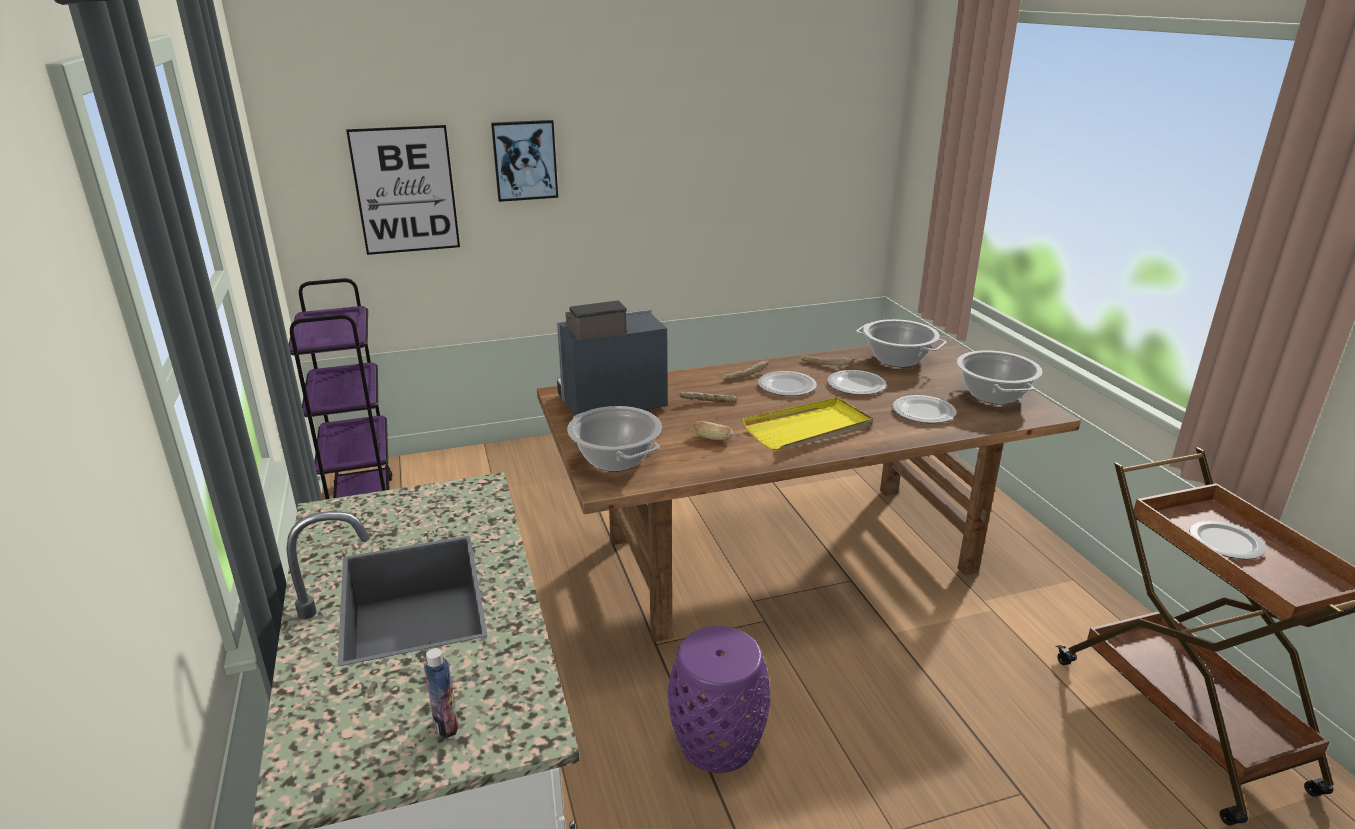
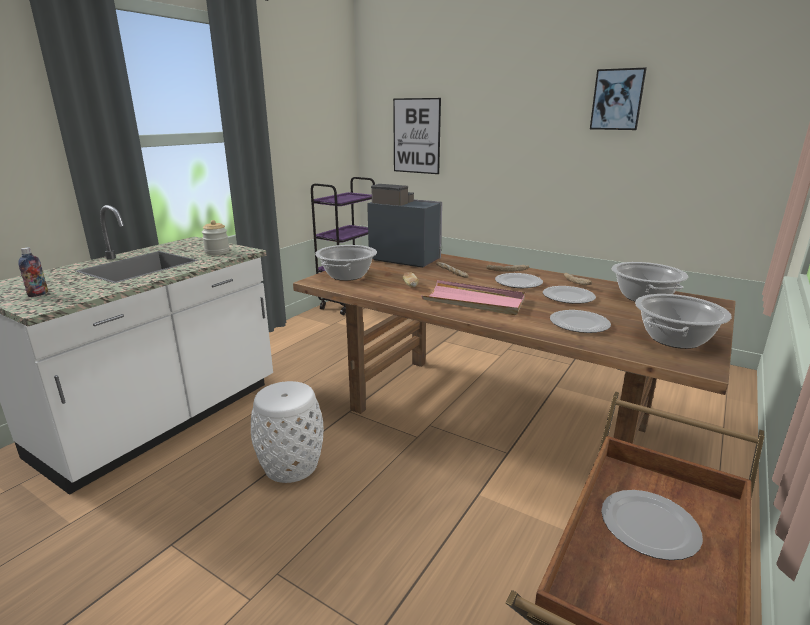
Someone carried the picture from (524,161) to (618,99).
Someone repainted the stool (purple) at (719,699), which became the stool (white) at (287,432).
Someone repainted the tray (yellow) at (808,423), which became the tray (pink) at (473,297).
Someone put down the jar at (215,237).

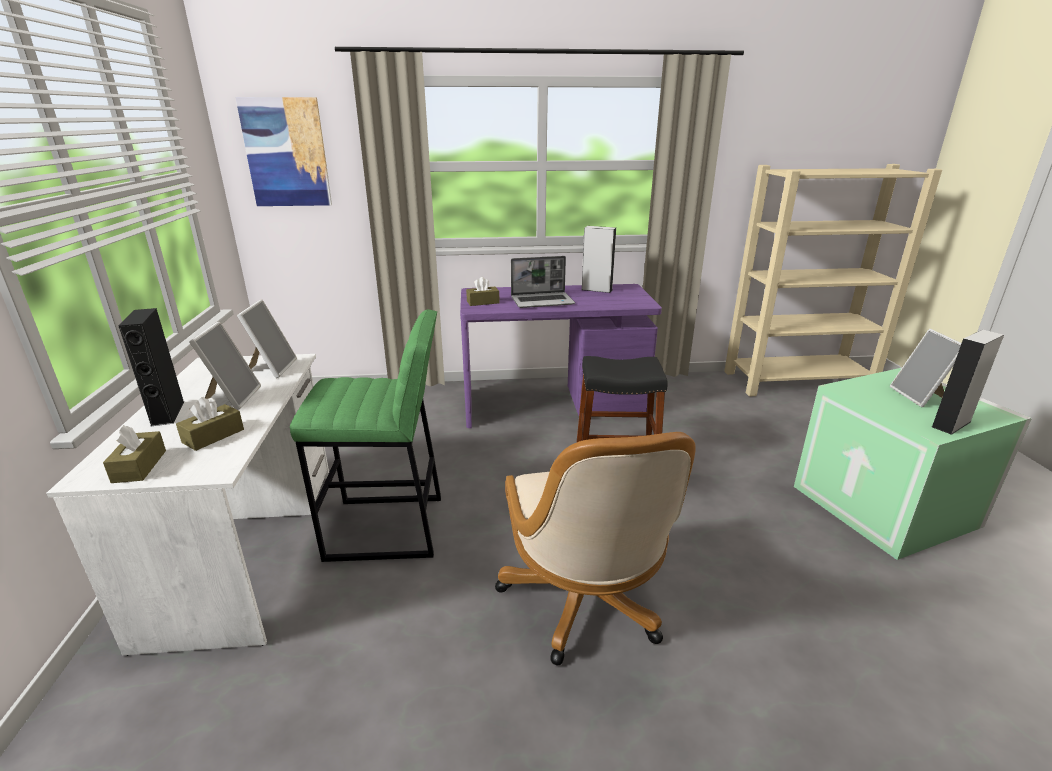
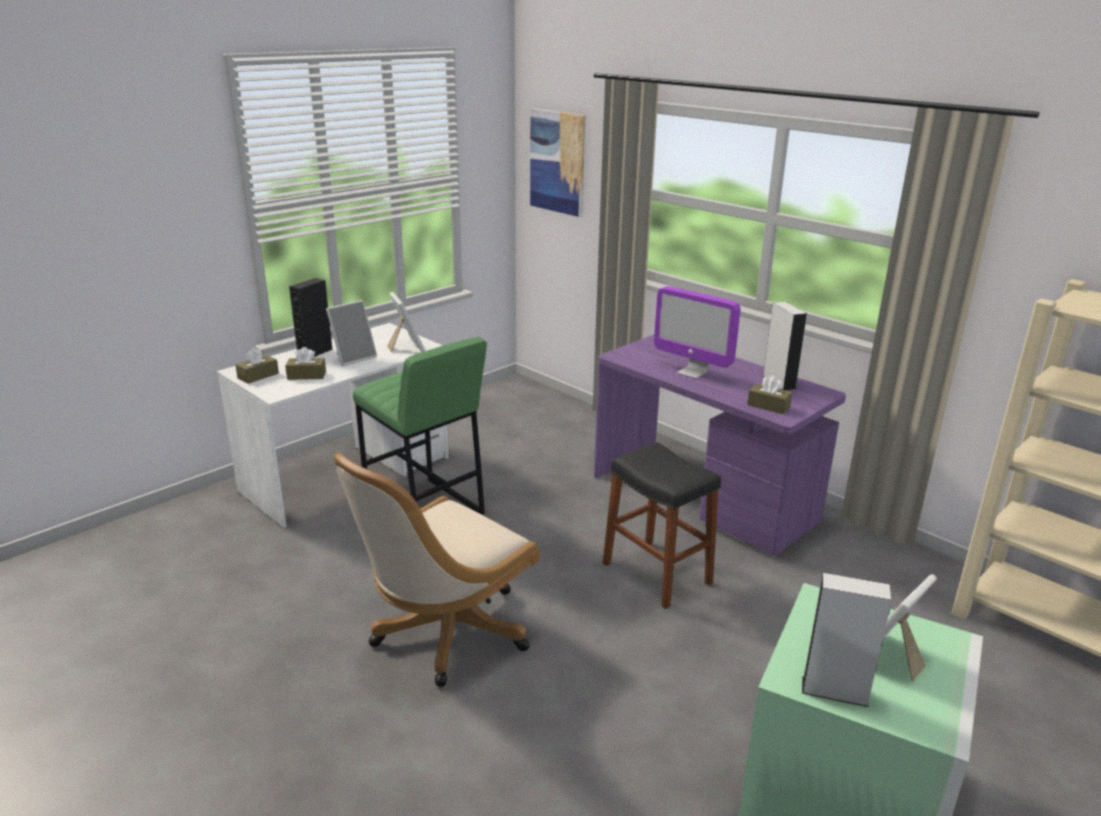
Someone rotated the picture frame at (267,339) by 75 degrees counterclockwise.
Someone carried the tissue box (brown) from (482,291) to (769,395).
Someone swapped the laptop at (543,282) for the monitor at (697,332).

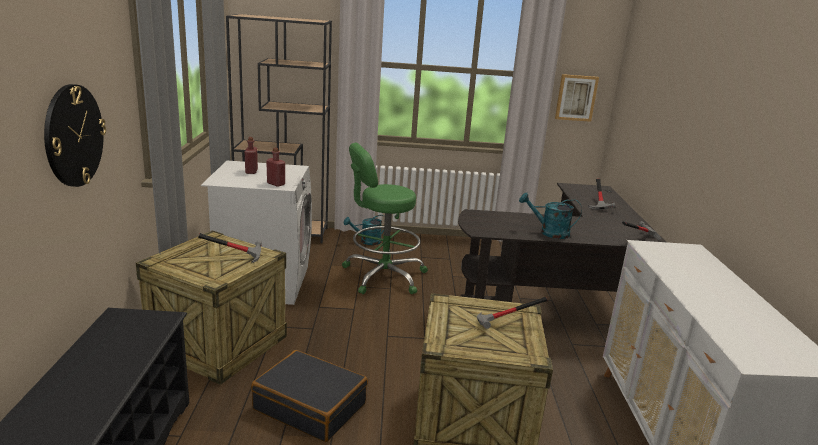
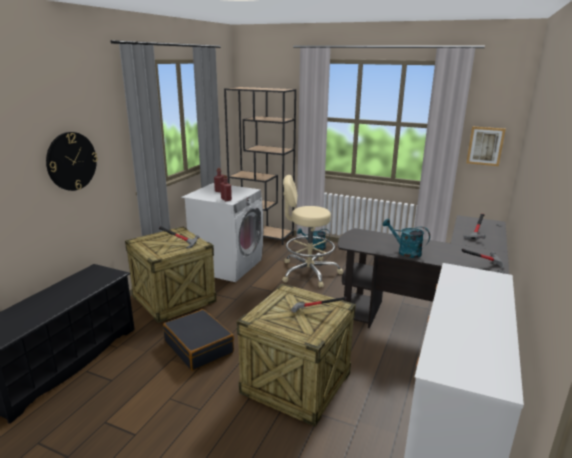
Someone repainted the stool (green) at (385,218), which became the stool (beige) at (312,231).

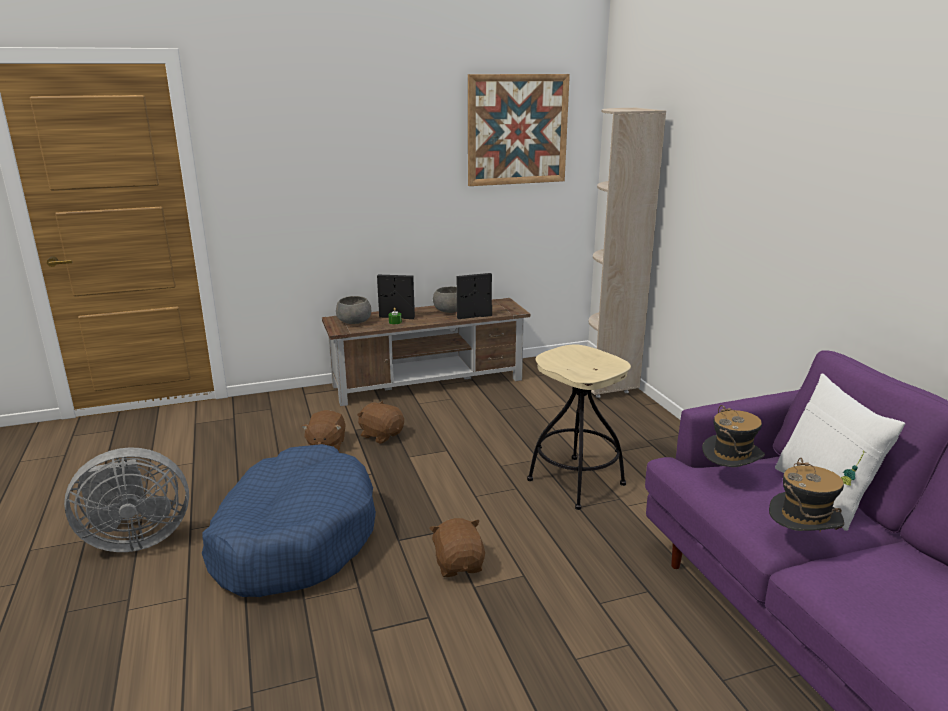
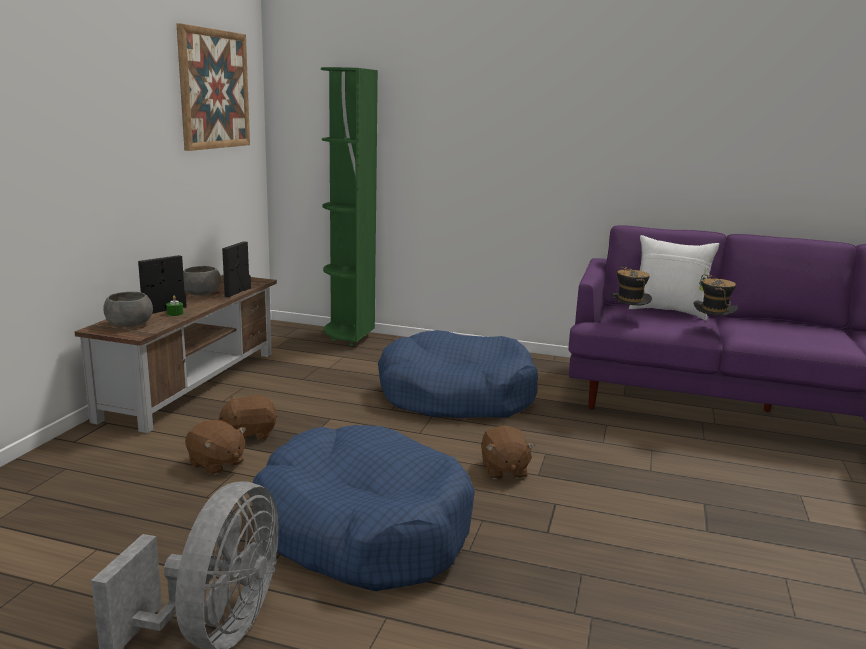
Someone rotated the plush toy (brown) at (457,547) by 120 degrees counterclockwise.
Someone swapped the stool (beige) at (579,427) for the dog bed (blue) at (458,374).
Someone repainted the bookcase (beige) at (627,253), which became the bookcase (green) at (349,206).

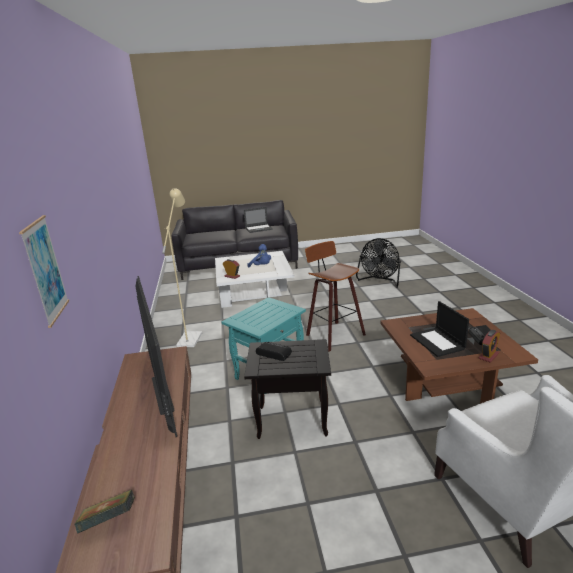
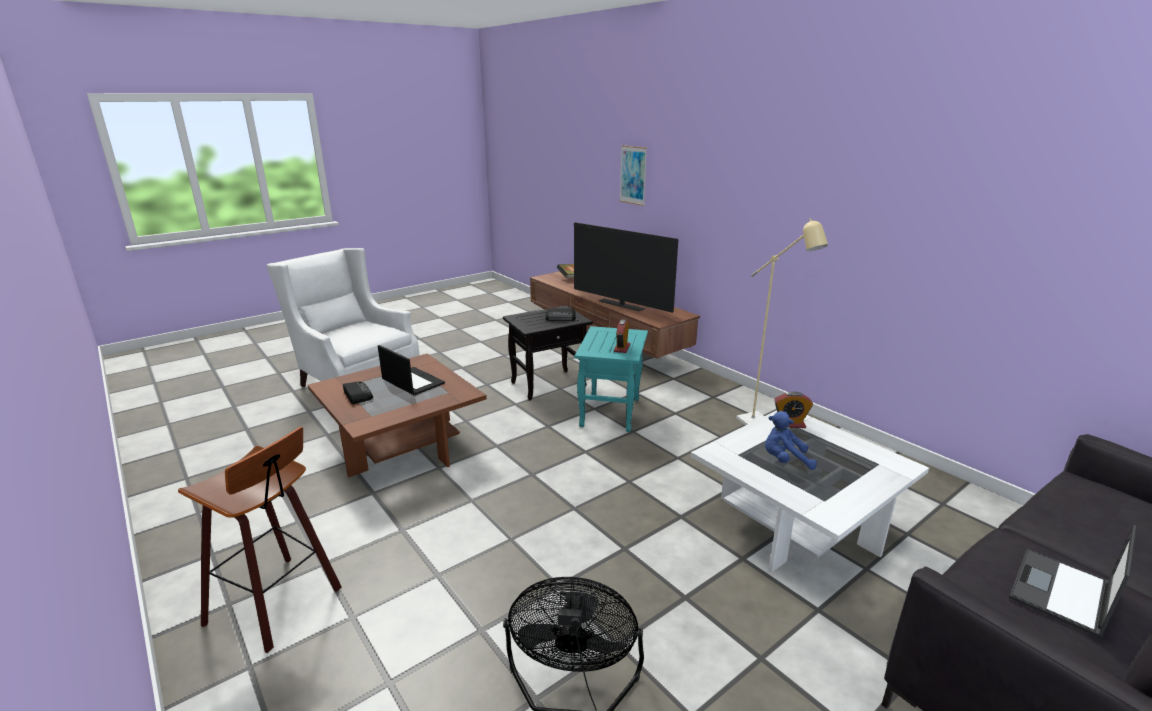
Someone carried the stool from (335,296) to (259,540).
Someone carried the alarm clock from (489,346) to (622,336).

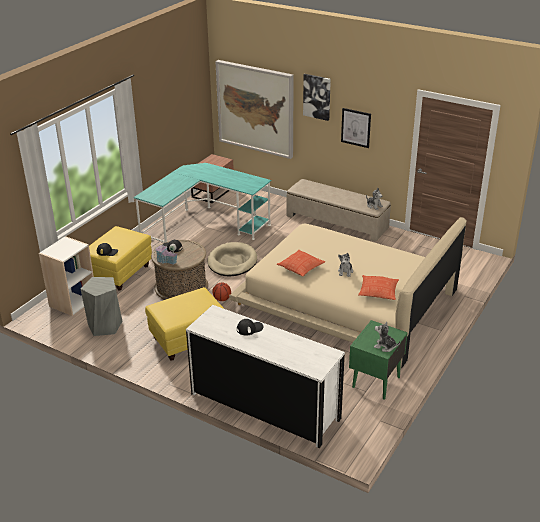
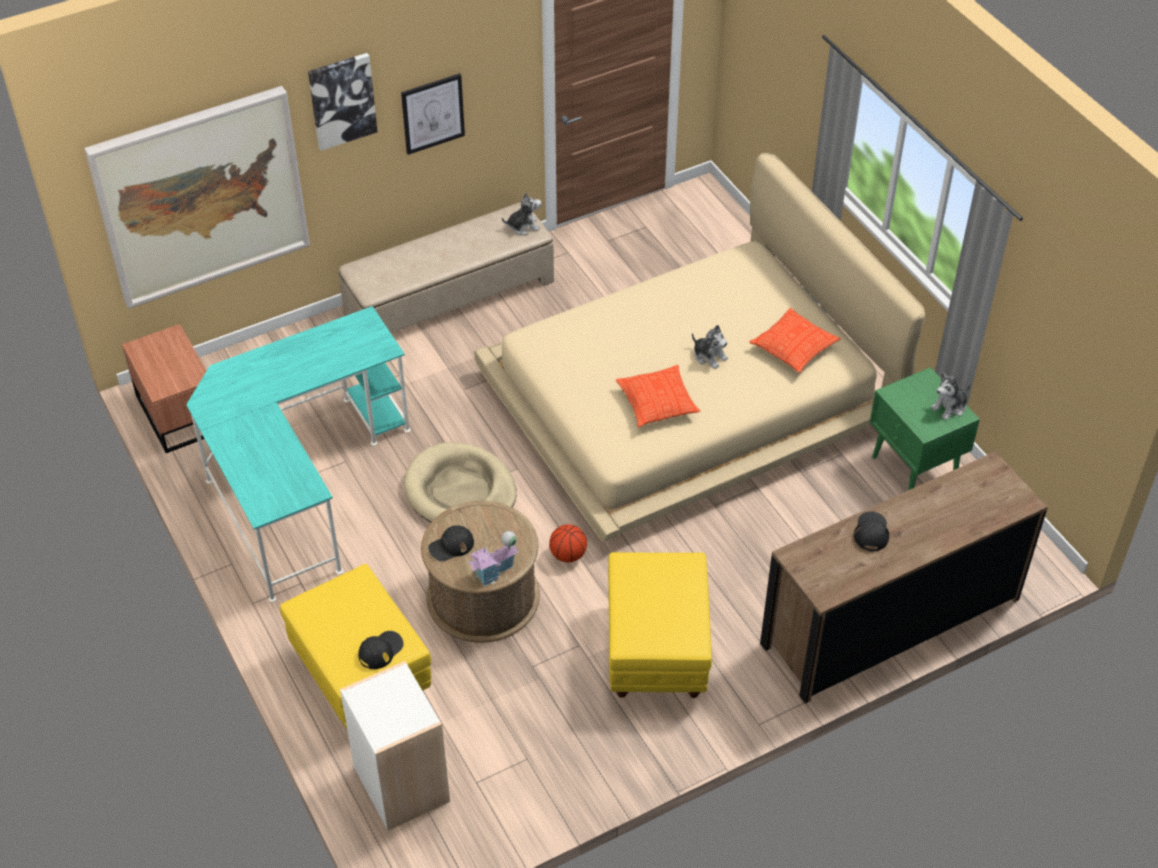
Someone took away the stool (grey) at (101,306).
Someone repainted the dresser (white) at (265,376), which became the dresser (brown) at (904,577).

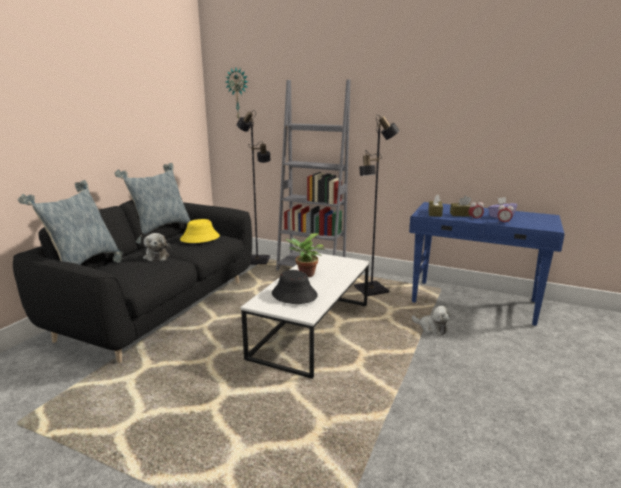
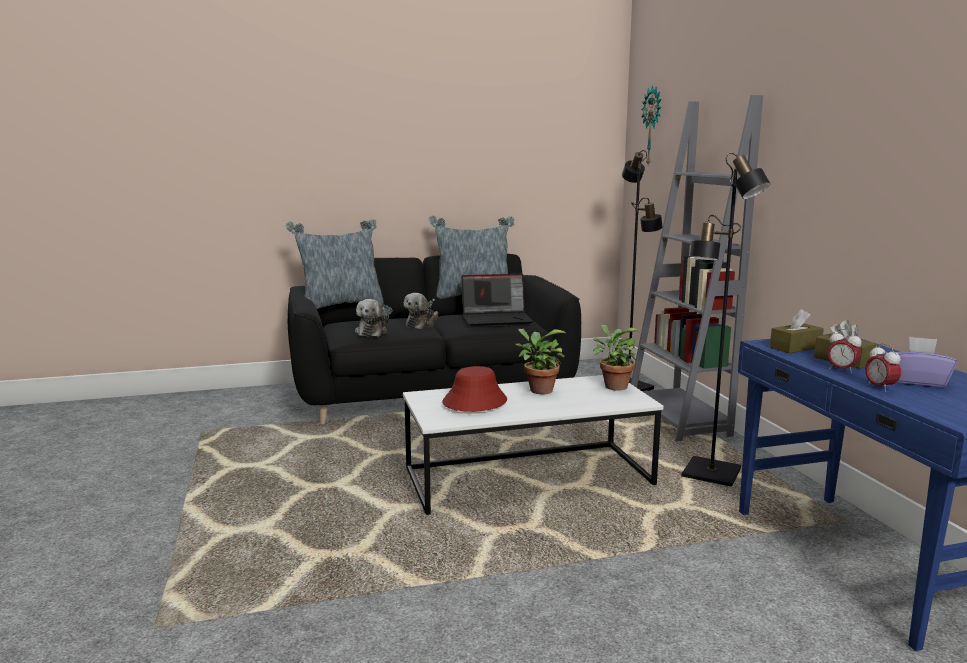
Someone swapped the hat (yellow) at (200,231) for the laptop at (497,300).
Someone repainted the hat (black) at (295,287), which became the hat (red) at (475,389).
Someone carried the plush toy from (431,321) to (372,318).
Someone put down the potted plant at (616,357).

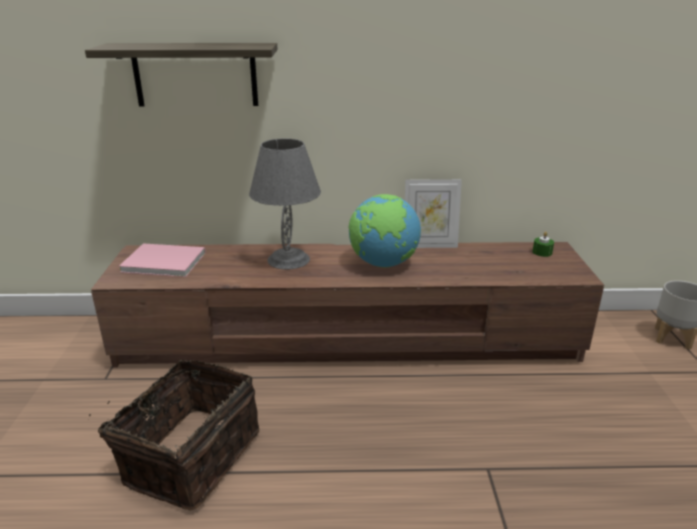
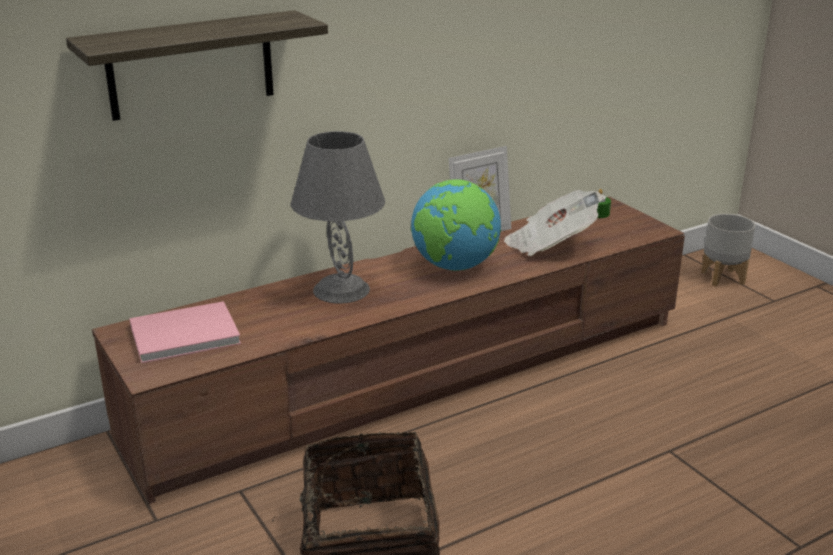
Someone put down the newspaper at (554,223).

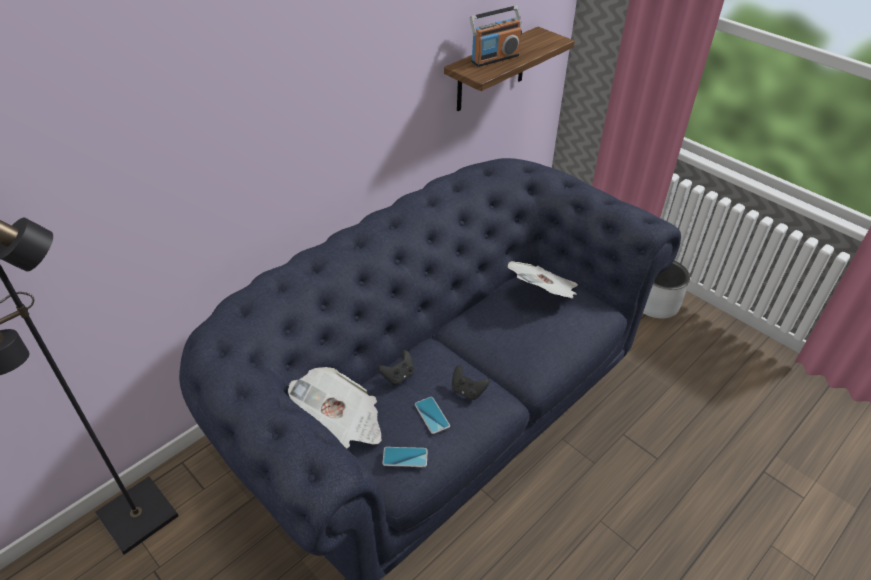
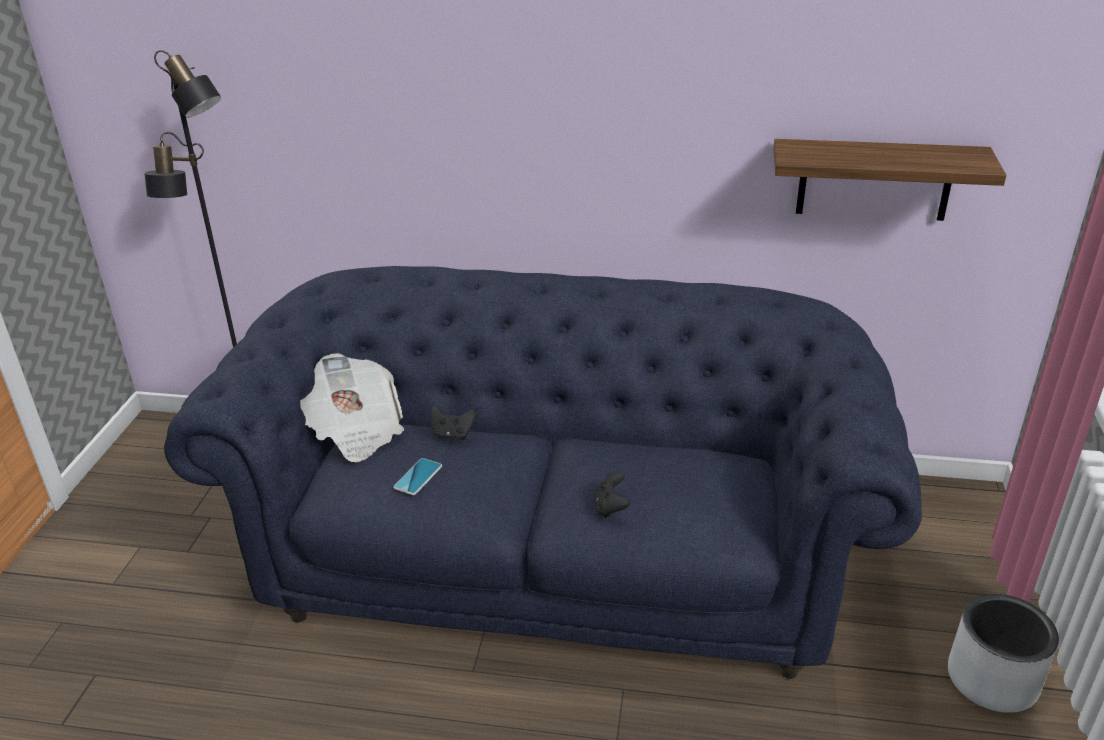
Someone took away the phone at (405,457).
Someone carried the game controller (black) from (471,382) to (612,494).
Someone took away the radio at (496,36).
Someone took away the newspaper at (543,280).

